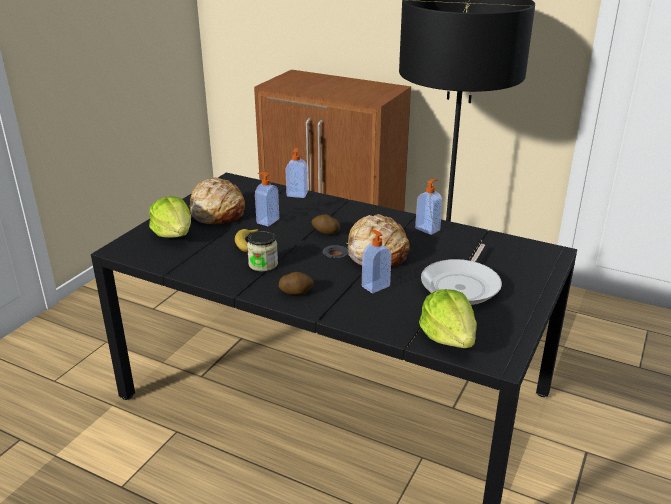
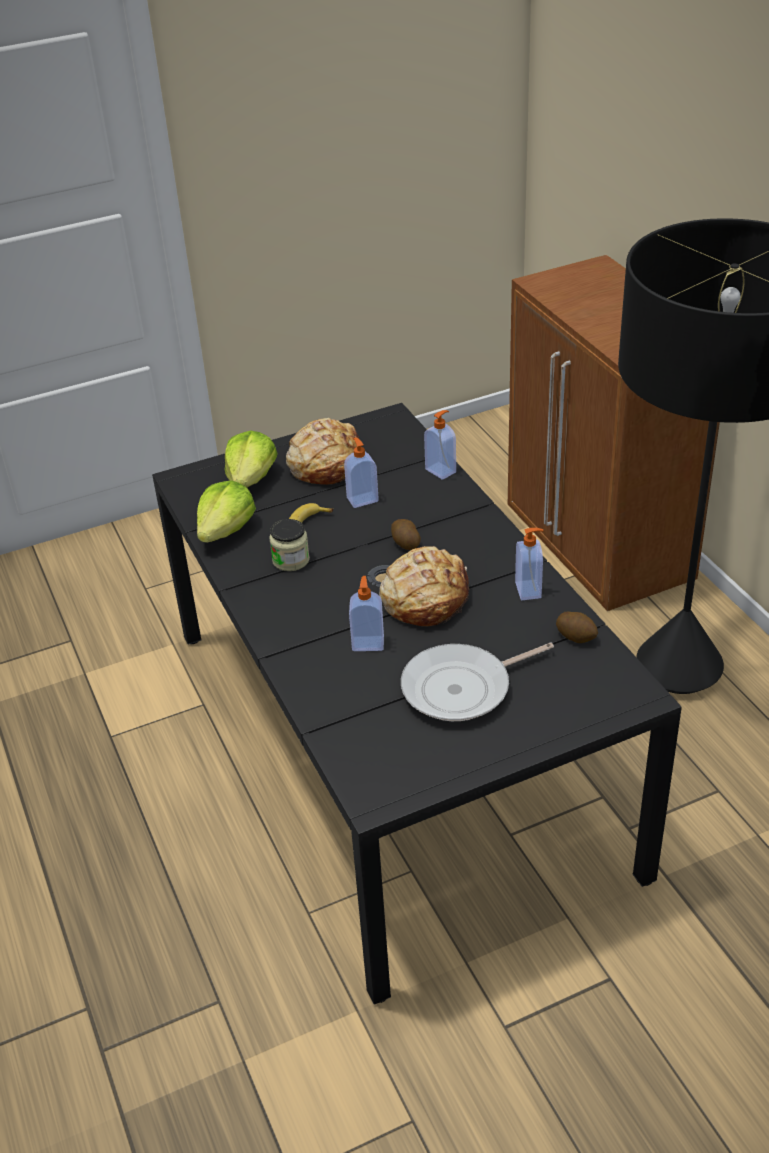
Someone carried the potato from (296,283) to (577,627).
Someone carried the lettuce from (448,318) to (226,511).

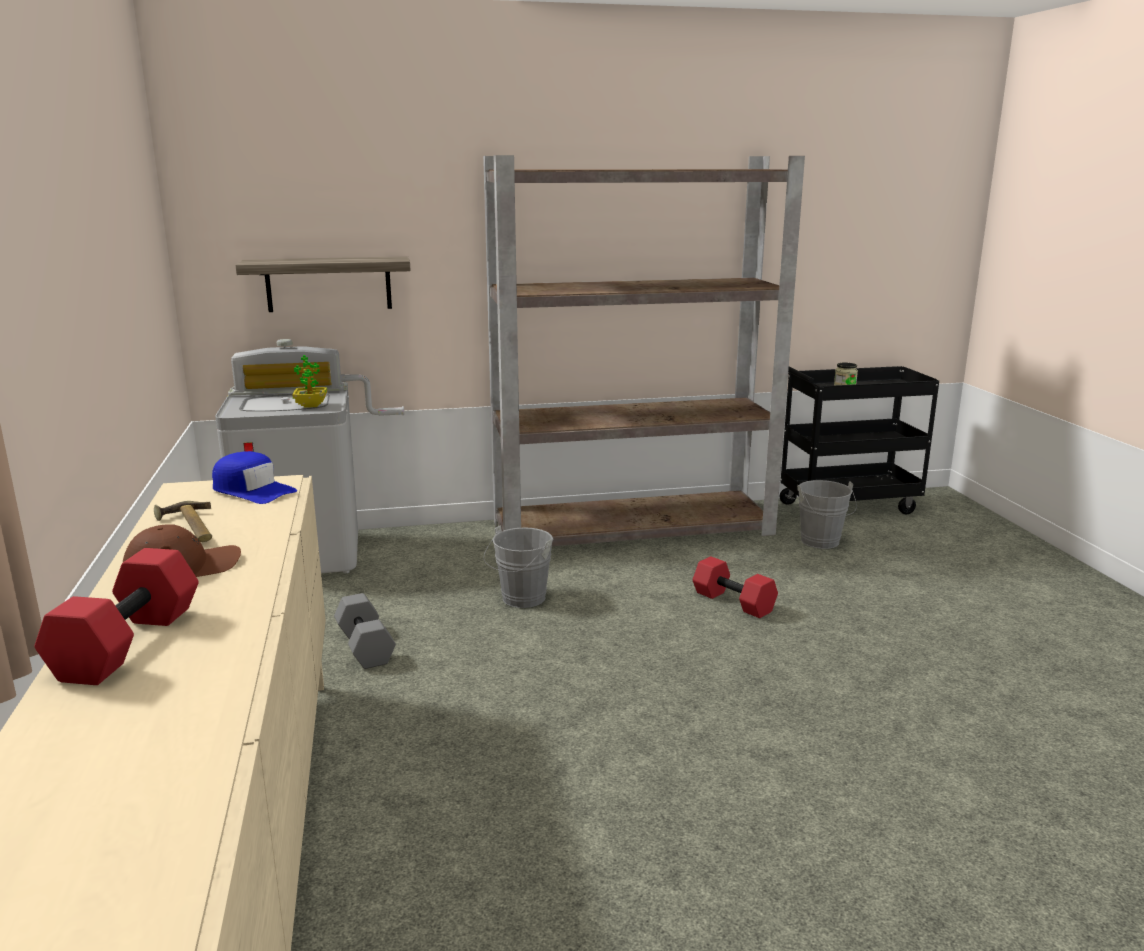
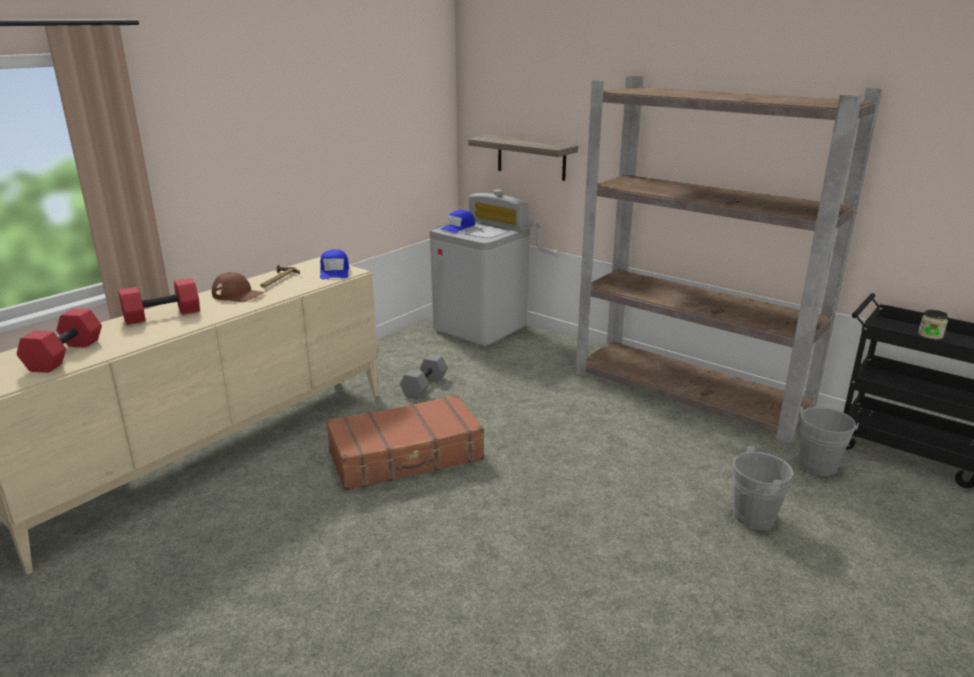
Someone took away the potted plant at (309,381).
Someone carried the bucket (grey) from (518,567) to (757,488).
Someone carried the dumbbell (red) from (735,587) to (59,340).
Someone put down the suitcase (brown) at (405,442).
Someone put down the cap (blue) at (457,221).

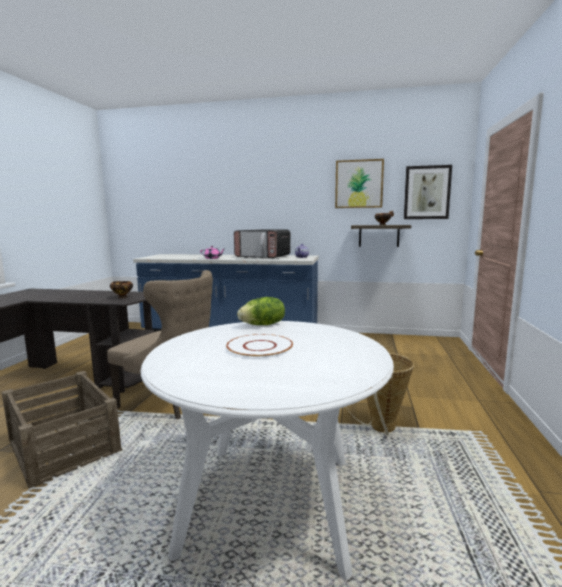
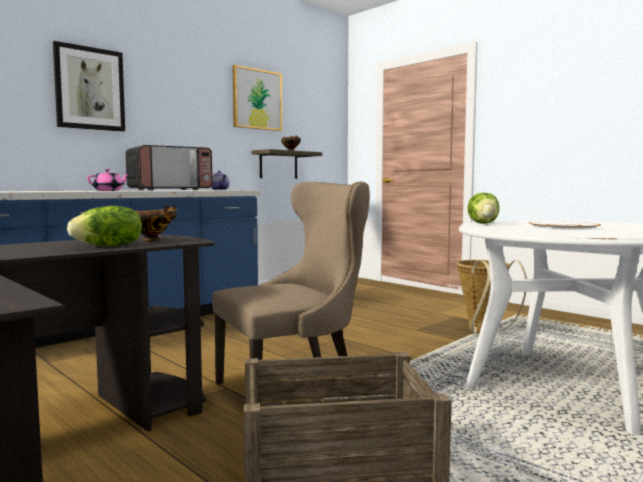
Someone carried the picture from (428,192) to (89,86).
Someone put down the lettuce at (104,226).

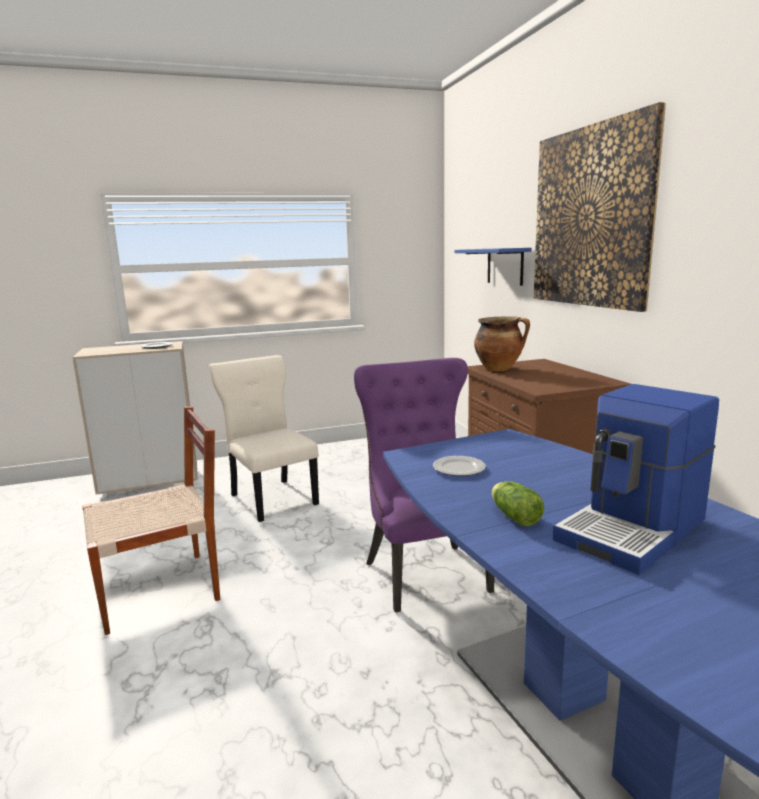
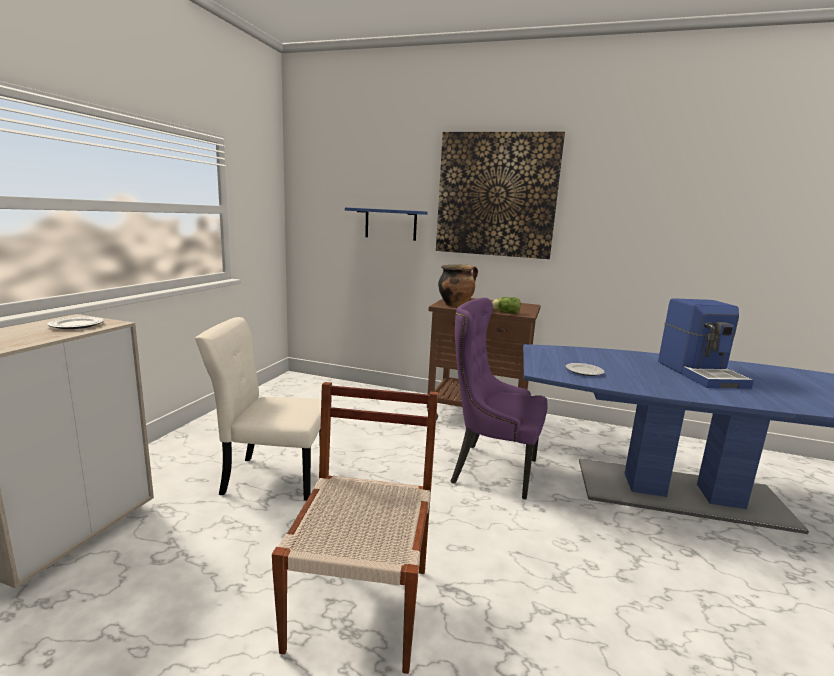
Someone carried the lettuce from (518,503) to (506,305).

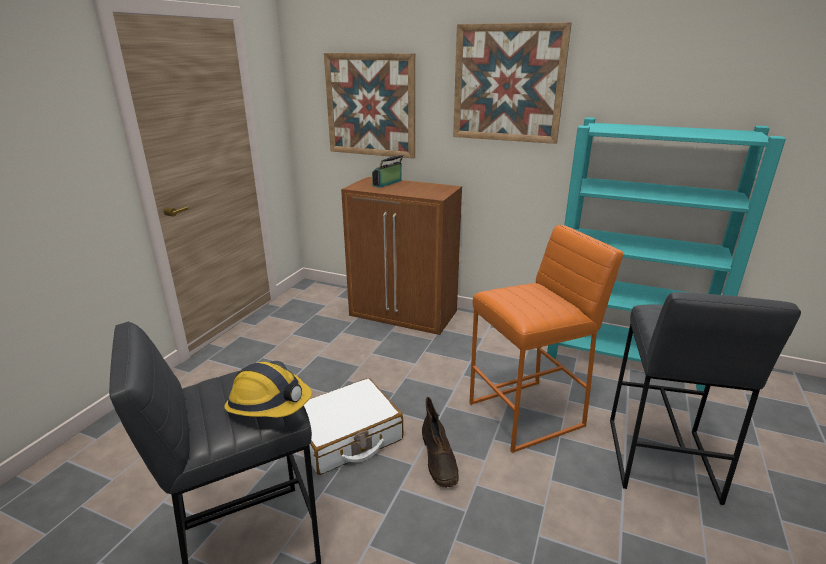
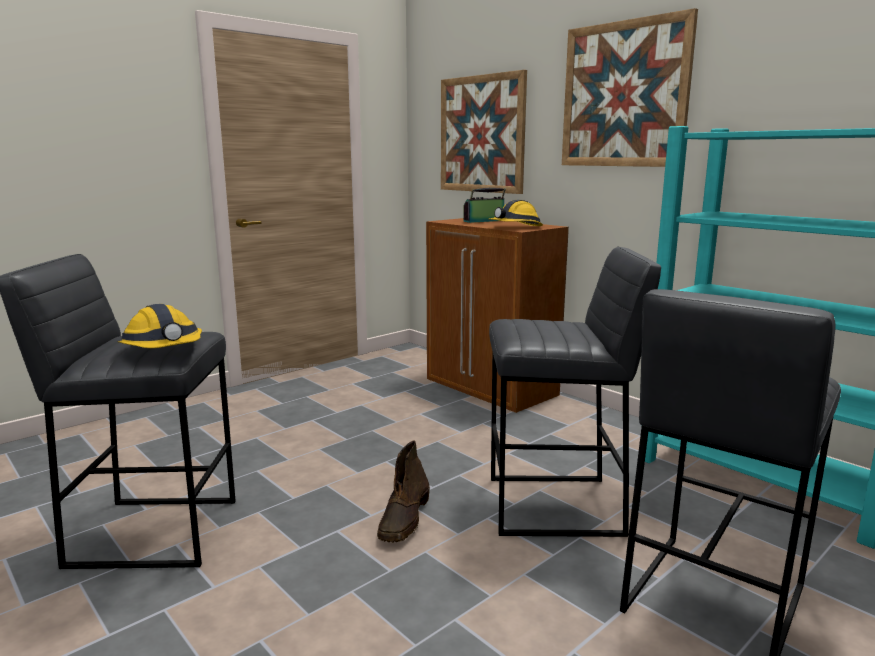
Someone took away the suitcase (white) at (353,426).
Someone repainted the stool (orange) at (546,339), which became the stool (grey) at (575,392).
Someone put down the hard hat at (516,213).

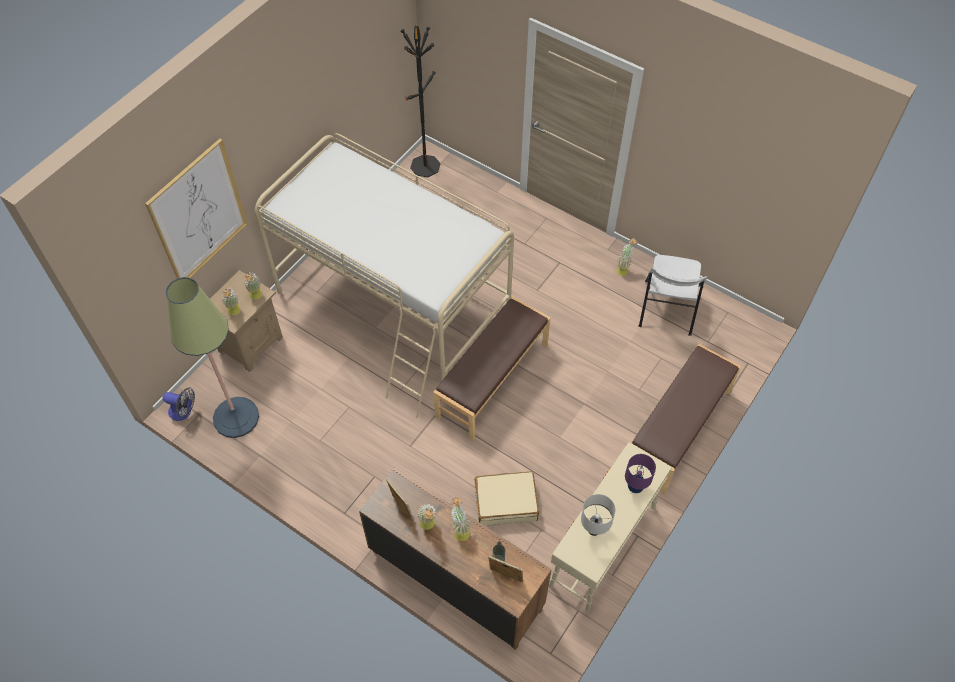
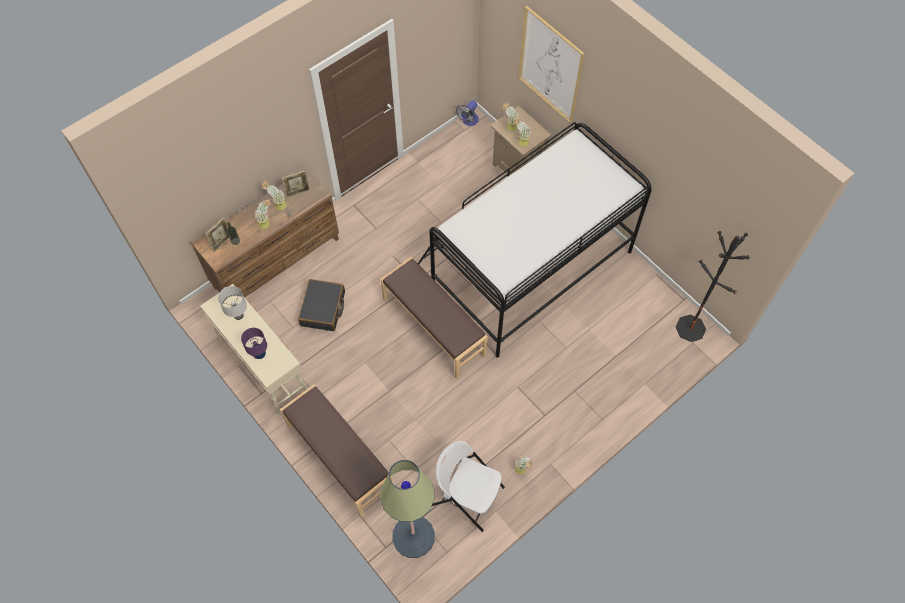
Someone carried the floor lamp from (212,357) to (407,509).
Someone repainted the bed (beige) at (384,275), which became the bed (black) at (535,240).
Someone repainted the suitcase (beige) at (507,498), which became the suitcase (black) at (321,305).

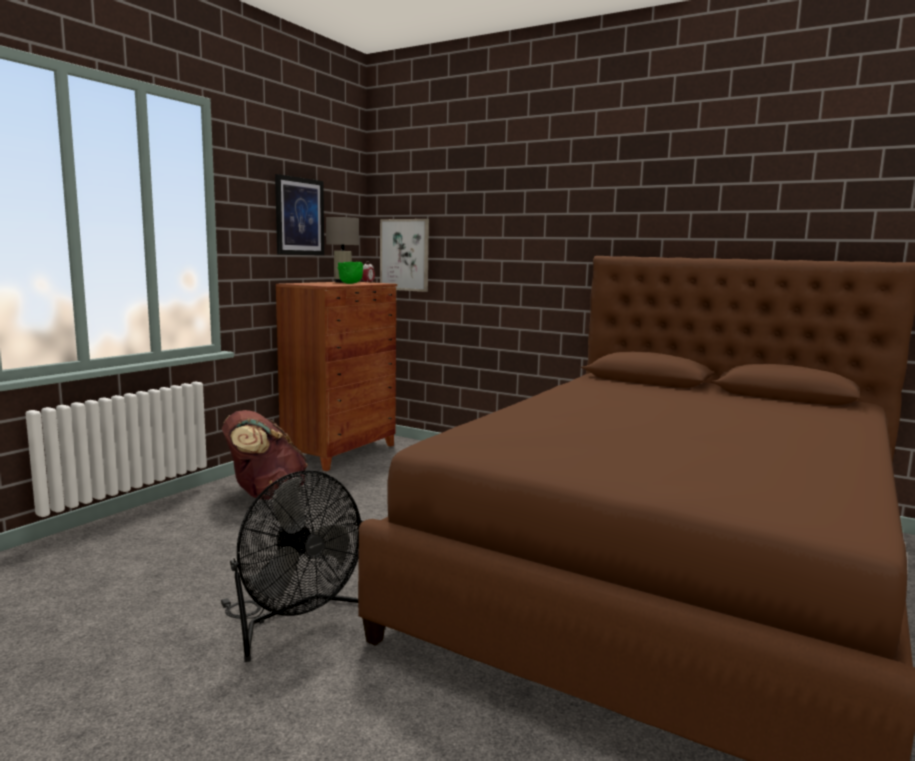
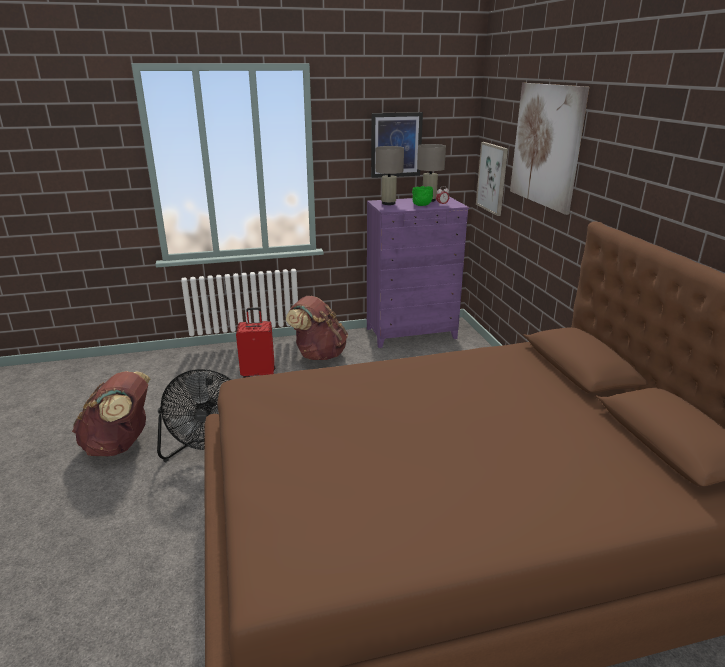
Someone repainted the dresser (brown) at (337,376), which became the dresser (purple) at (418,272).
Someone put down the backpack (brown) at (111,414).
Someone put down the suitcase (red) at (255,342).
Someone put down the table lamp (grey) at (389,175).
Someone put up the picture at (549,149).

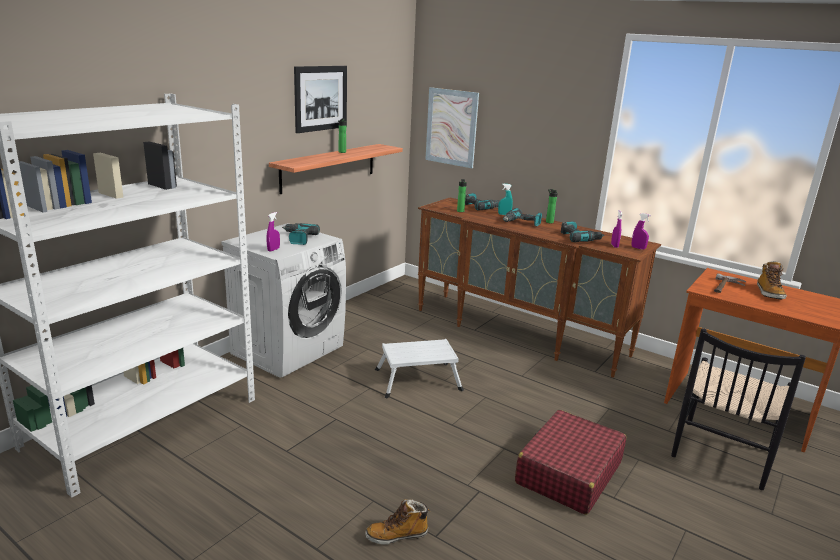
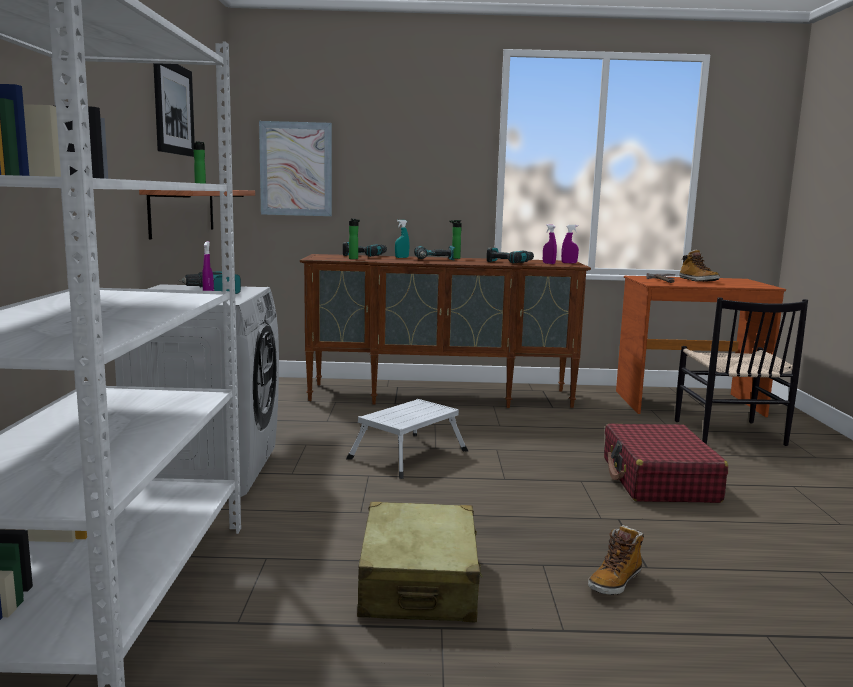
Someone put down the suitcase (beige) at (420,562).

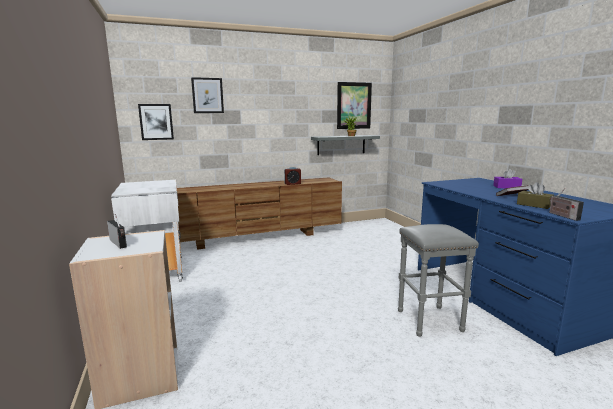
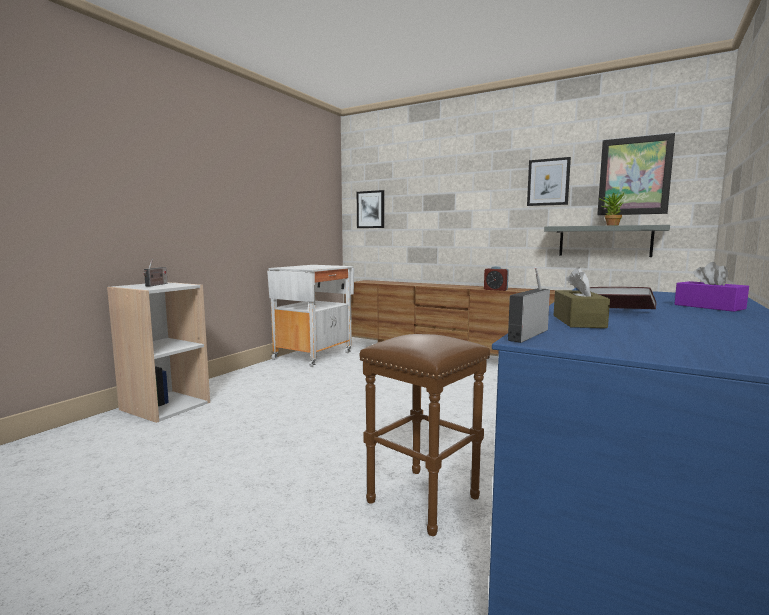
Someone carried the picture from (207,95) to (549,181).
Someone repainted the stool (grey) at (438,280), which became the stool (brown) at (425,435).

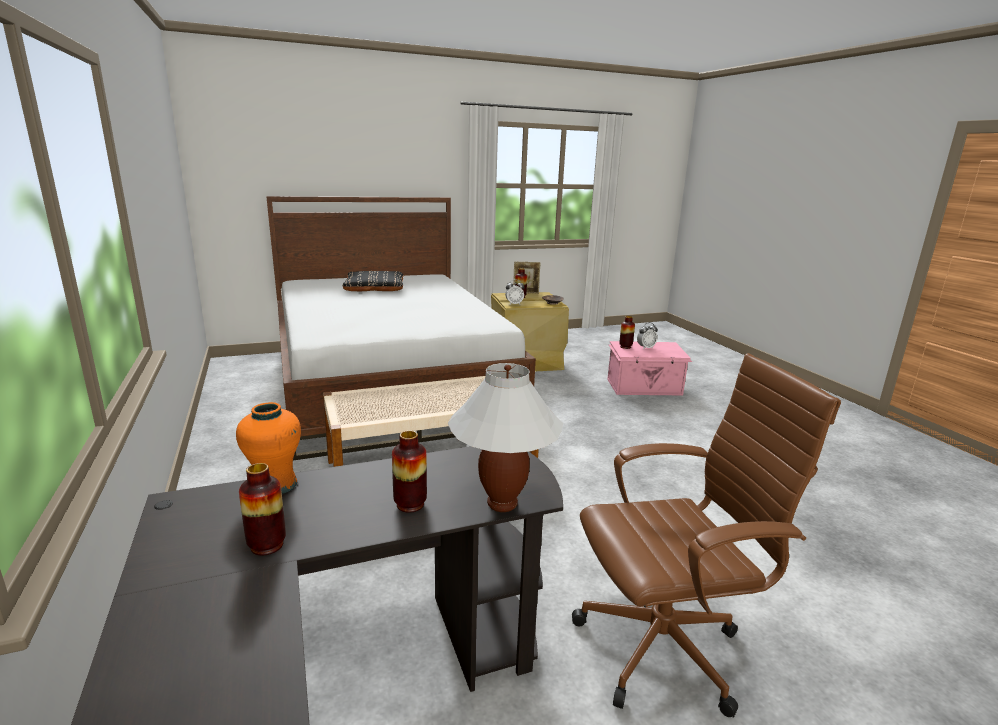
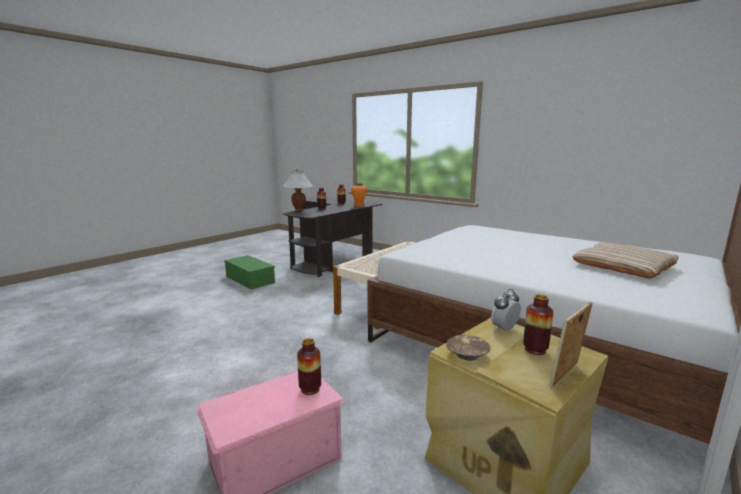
Someone repainted the pillow (black) at (373,281), which became the pillow (beige) at (625,260).
Someone swapped the office chair (brown) at (706,535) for the storage box (green) at (249,272).
Someone took away the alarm clock at (647,336).

